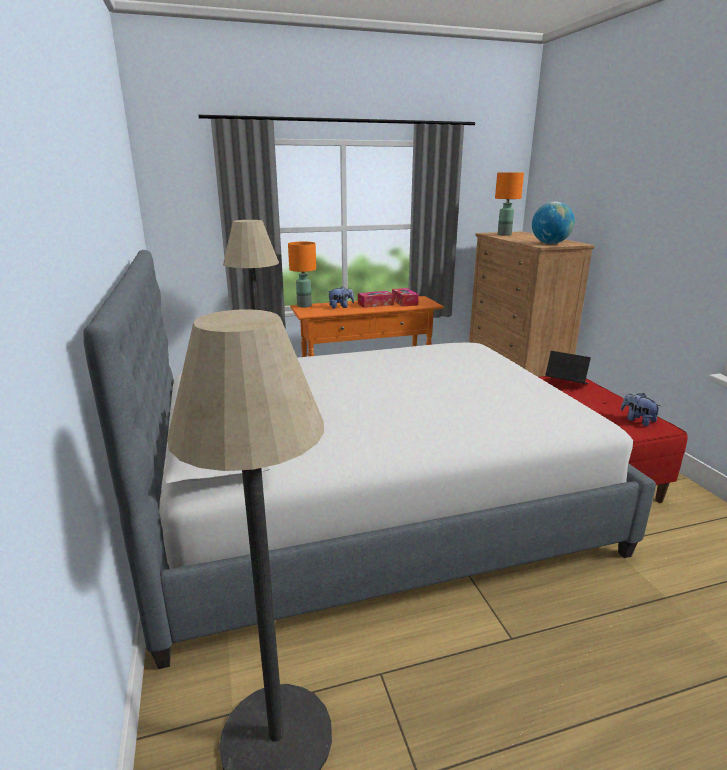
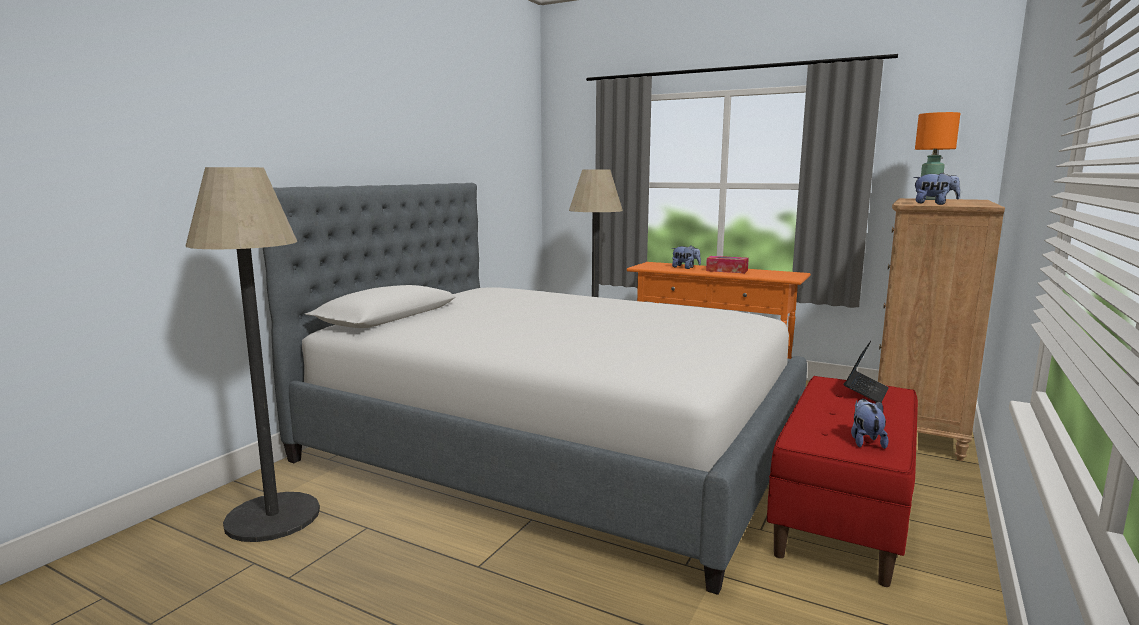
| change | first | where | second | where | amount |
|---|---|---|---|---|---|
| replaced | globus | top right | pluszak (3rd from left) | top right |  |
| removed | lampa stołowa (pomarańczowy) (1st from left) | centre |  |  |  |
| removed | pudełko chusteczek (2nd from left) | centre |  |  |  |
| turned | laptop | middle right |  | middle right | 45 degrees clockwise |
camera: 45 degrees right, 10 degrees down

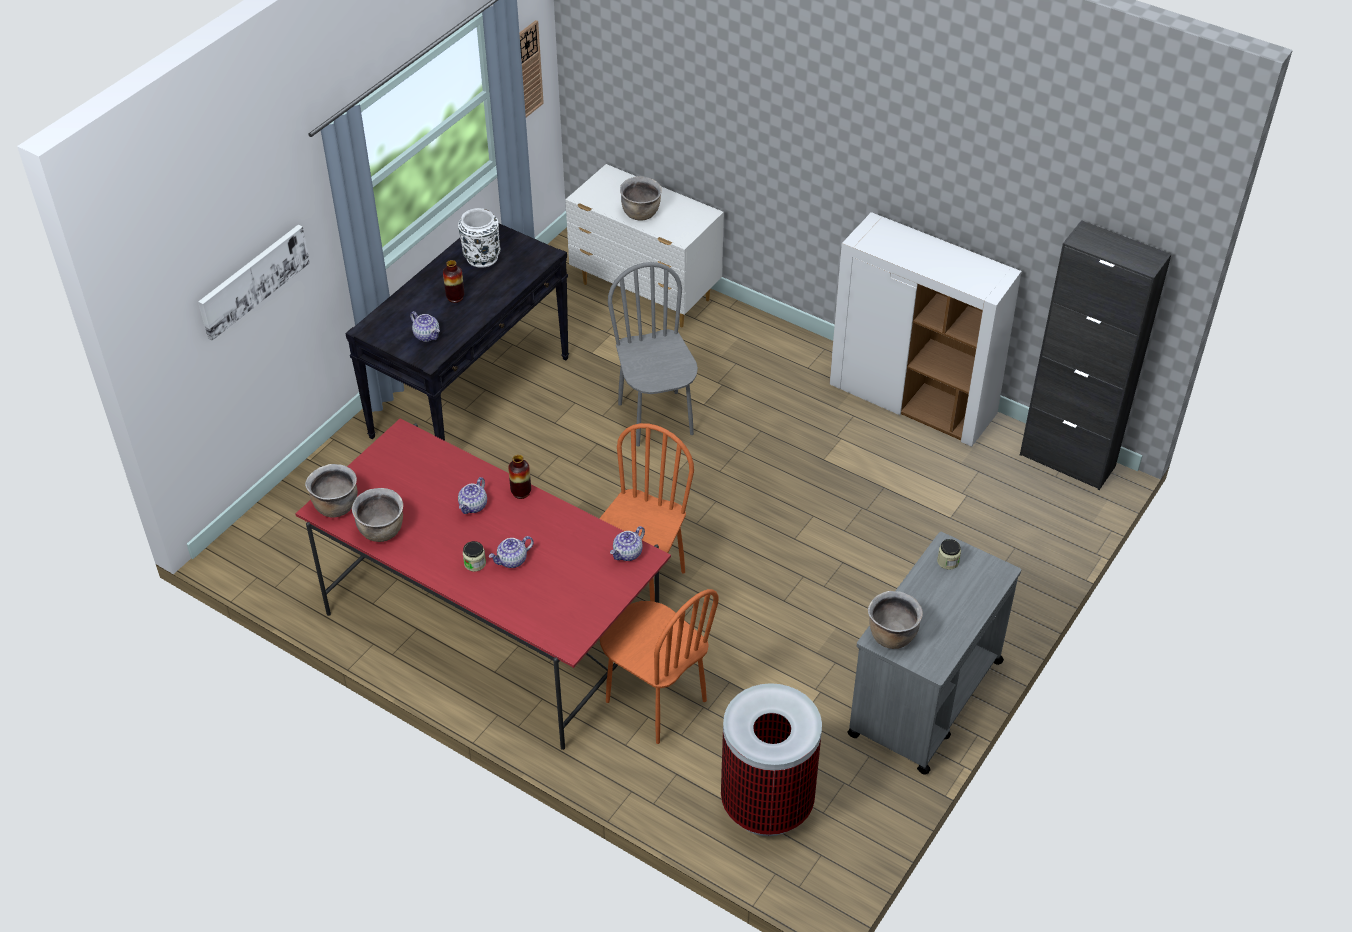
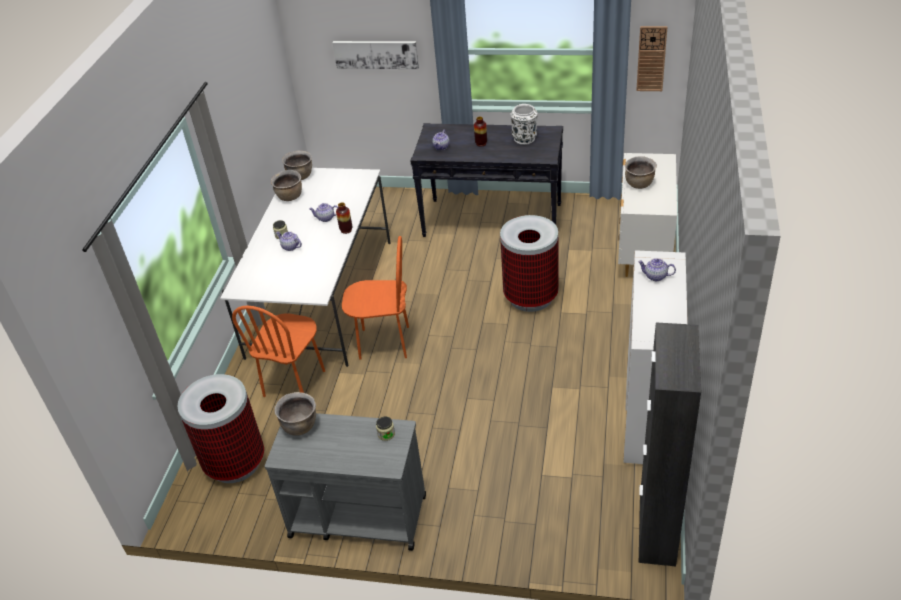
| change | first | where | second | where | amount |
|---|---|---|---|---|---|
| replaced | krzesło (szary) | centre | kosz na śmieci (2nd from left) | centre |  |
| recoloured | stół jadalny (czerwony) | centre | stół jadalny (biały) | centre |  |
| moved | imbryk (4th from left) | centre |  | middle right |  |
camera: 70 degrees right, 5 degrees down

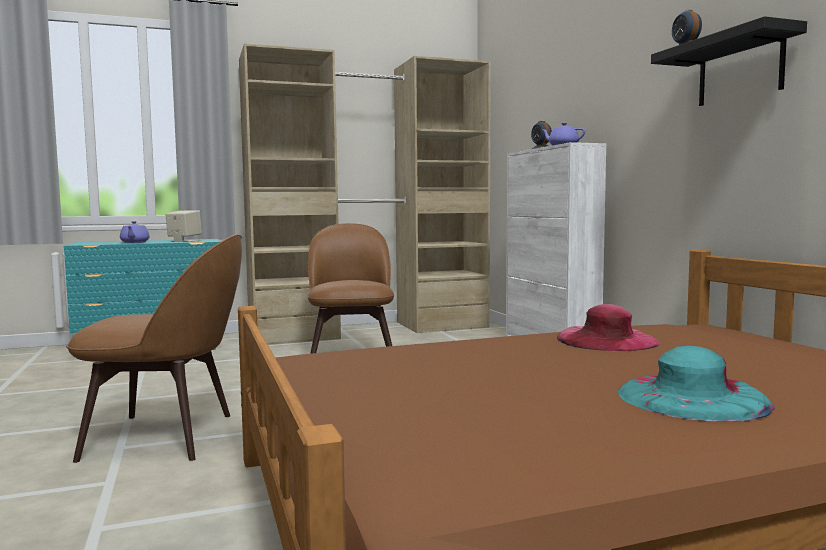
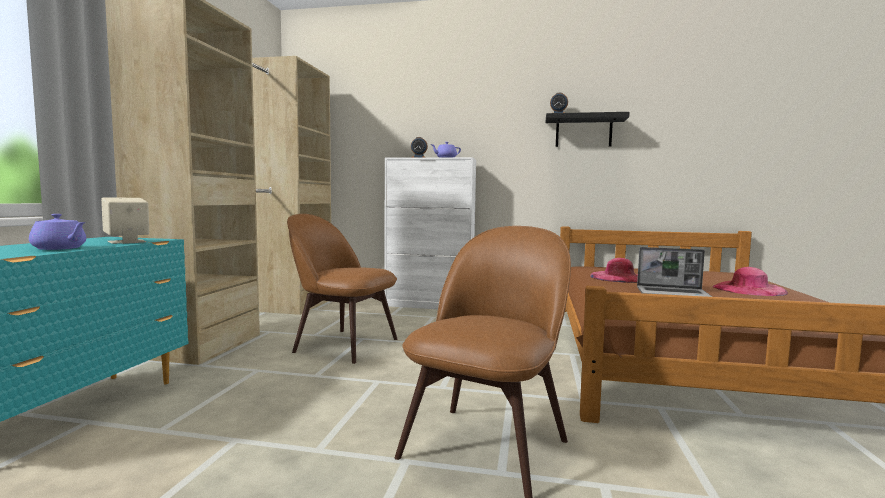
| change | first | where | second | where | amount |
|---|---|---|---|---|---|
| recoloured | kapelusz (turkusowy) | bottom right | kapelusz (różowy) (2nd from left) | middle right |  |
| added |  |  | laptop | middle right |  |
camera: 60 degrees left, 0 degrees up

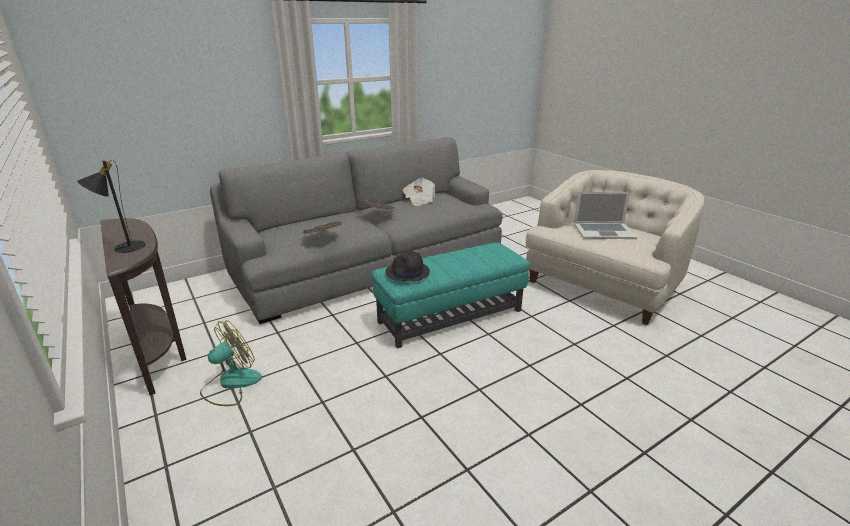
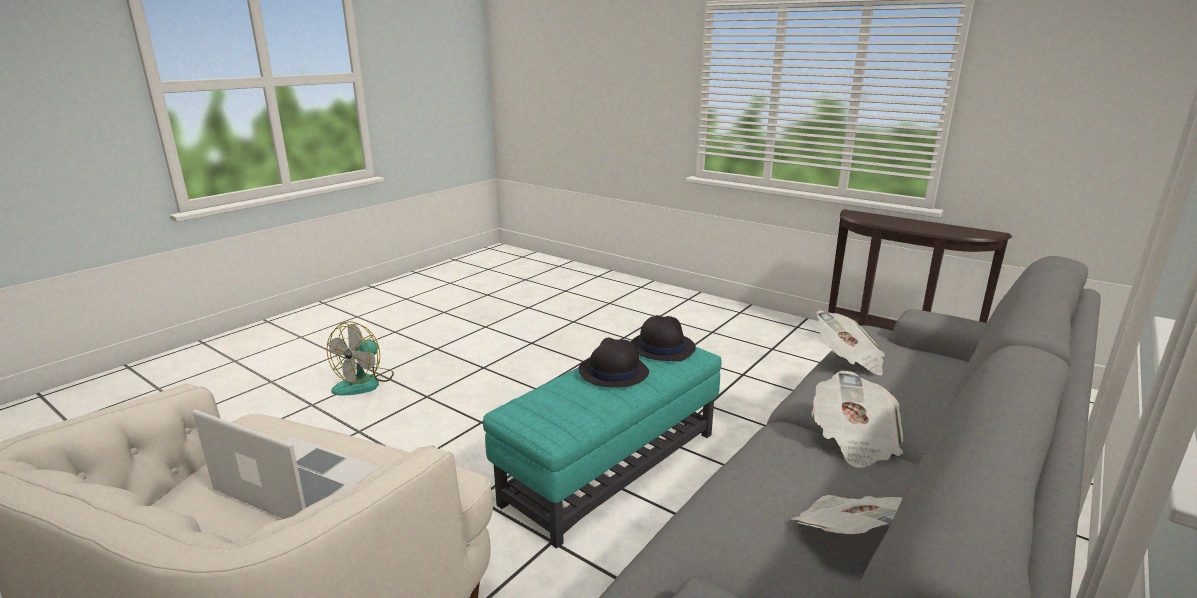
| change | first | where | second | where | amount |
|---|---|---|---|---|---|
| removed | lampa stołowa (czarny) | middle left |  |  |  |
| turned | laptop | middle right |  | bottom left | 45 degrees clockwise |
| moved | wentylator | bottom left |  | middle left |  |
| added |  |  | kapelusz (czarny) (1st from left) | centre |  |
camera: 160 degrees right, 5 degrees down

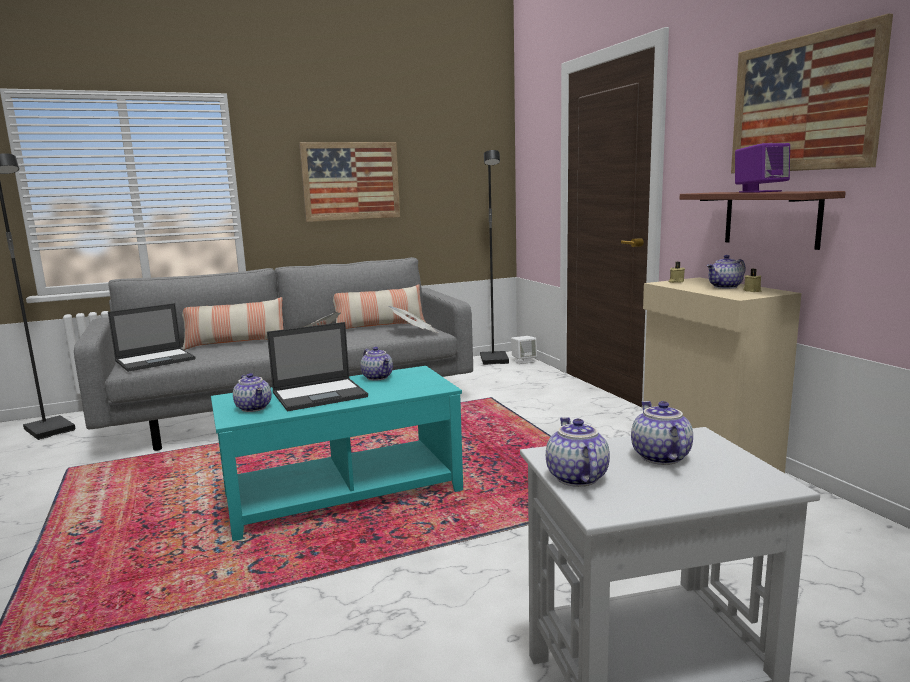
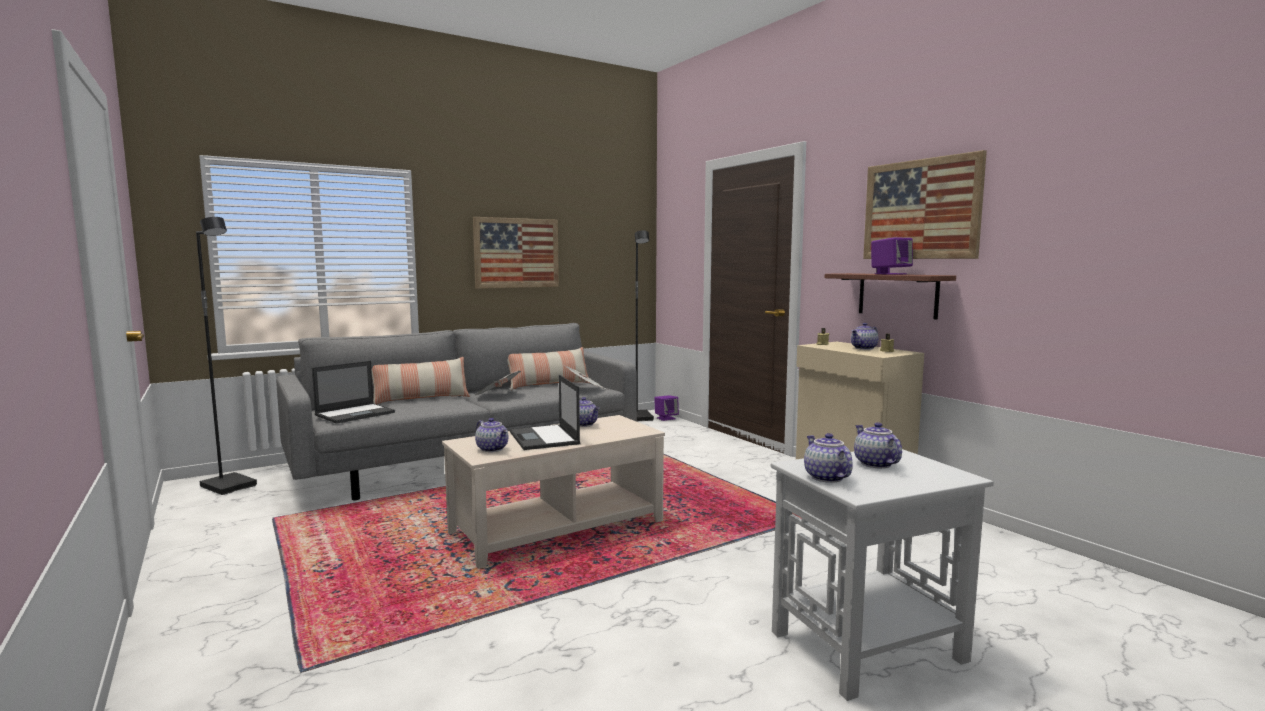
| change | first | where | second | where | amount |
|---|---|---|---|---|---|
| turned | laptop (2nd from left) | centre |  | centre | 105 degrees clockwise |
| recoloured | głośnik (biały) | centre | głośnik (fioletowy) (1st from left) | centre |  |
| recoloured | ława (turkusowy) | centre | ława (beżowy) | bottom centre |  |
camera: 10 degrees left, 5 degrees down

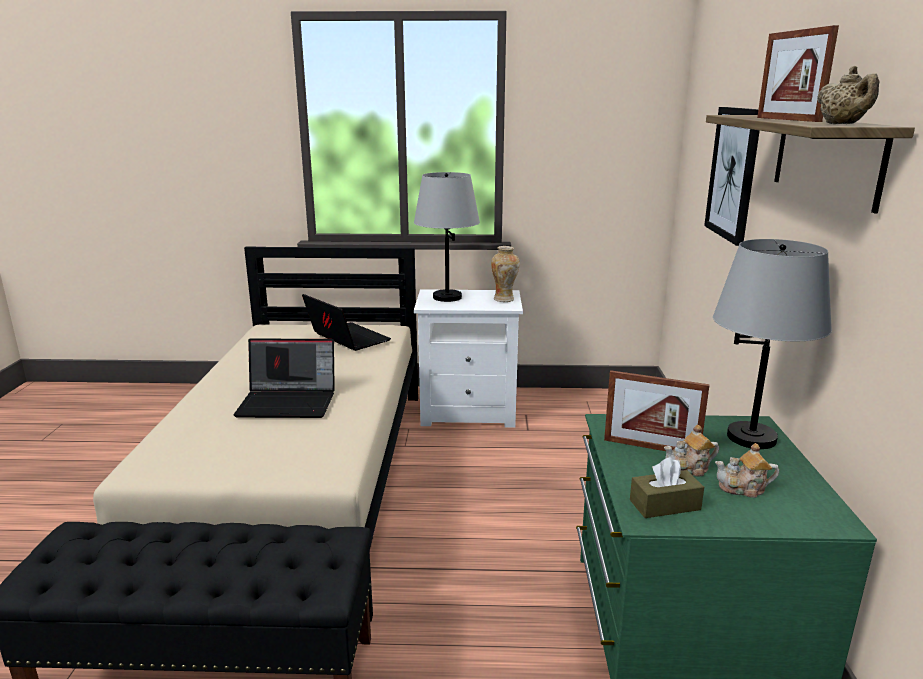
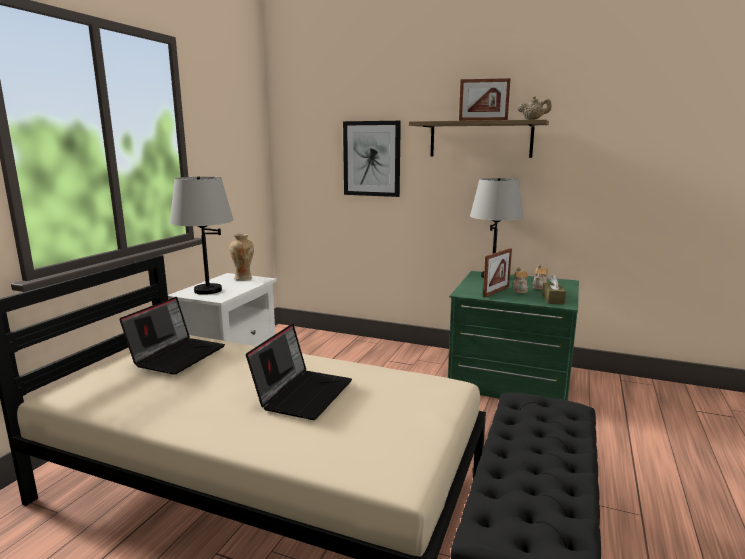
| change | first | where | second | where | amount |
|---|---|---|---|---|---|
| turned | laptop (2nd from left in the first image) | centre | laptop (1st from left) | middle left | 135 degrees clockwise |
camera: 70 degrees left, 5 degrees down

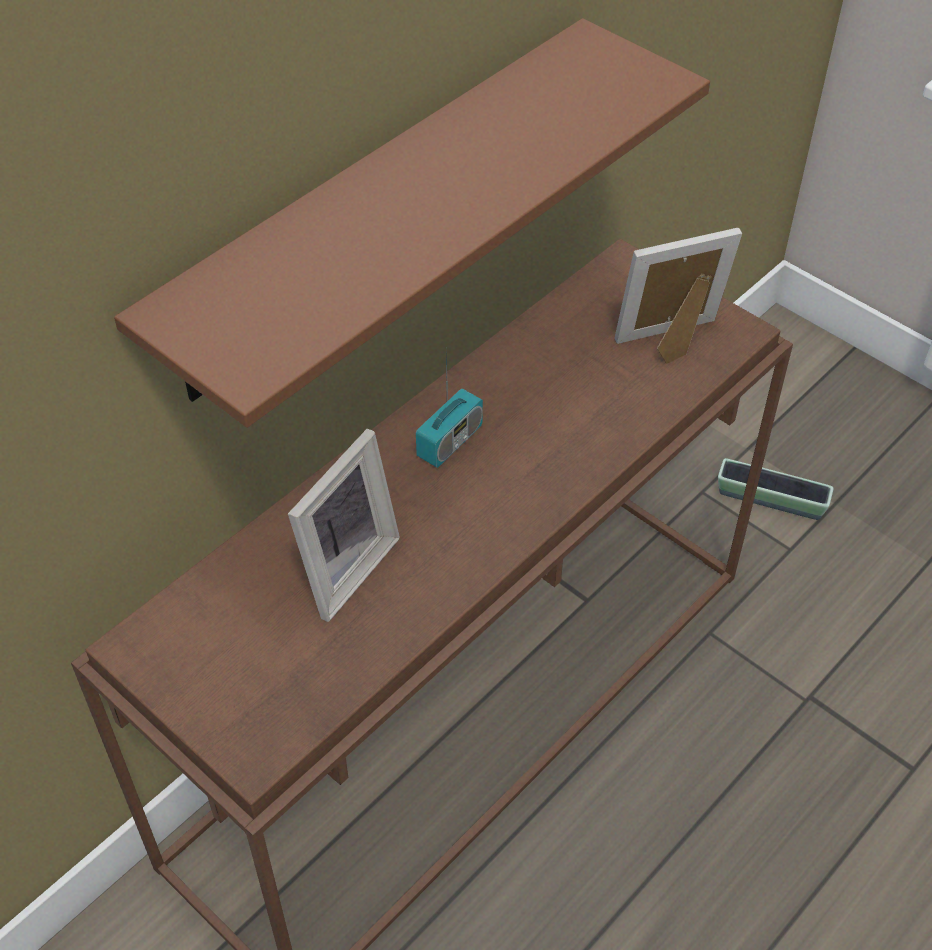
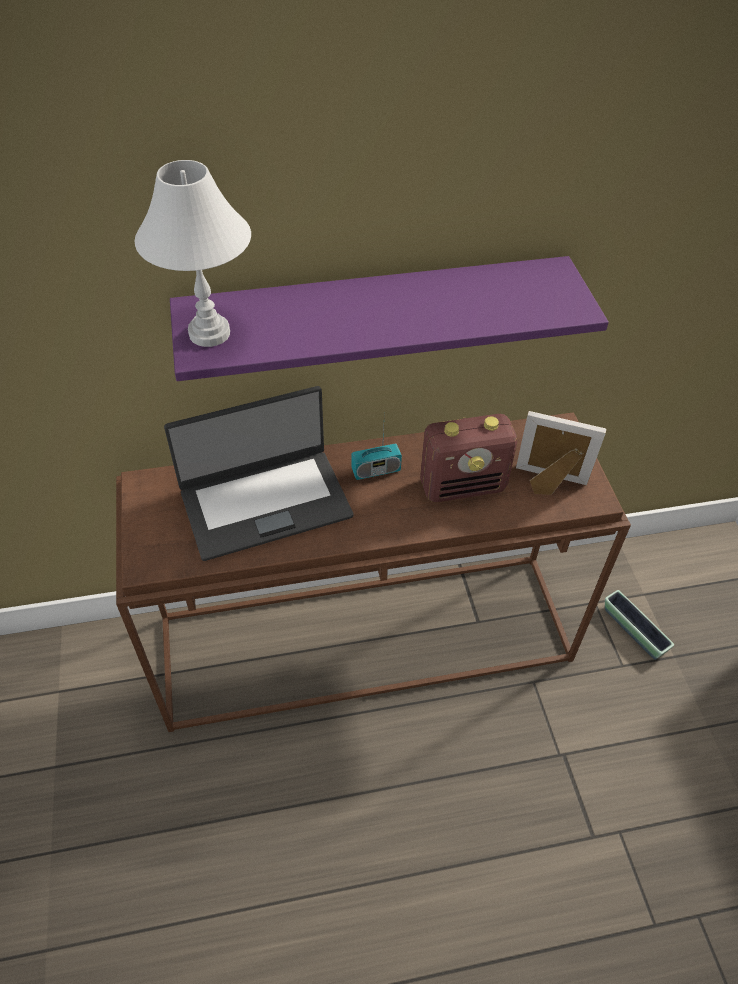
| change | first | where | second | where | amount |
|---|---|---|---|---|---|
| recoloured | półka (brązowy) | top centre | półka (fioletowy) | top centre |  |
| replaced | ramka na zdjęcie (1st from left) | centre | laptop | centre |  |
| added |  |  | lampa stołowa (biały) | top left |  |
| added |  |  | radio (2nd from left) | centre |  |
camera: 35 degrees right, 0 degrees up

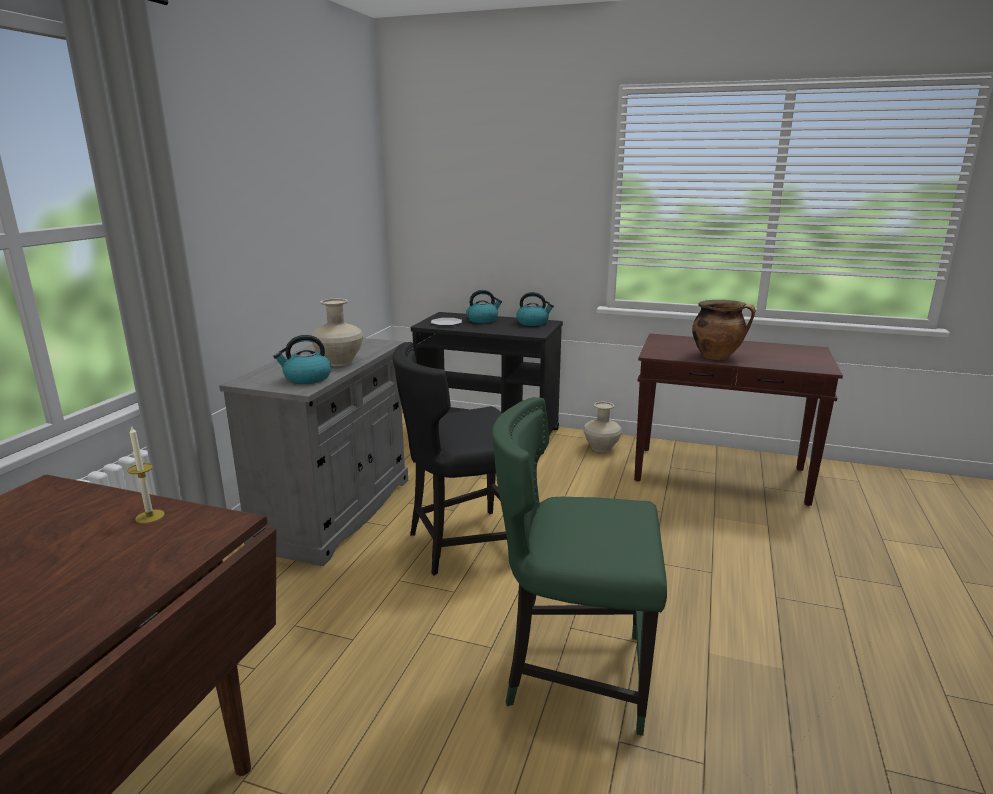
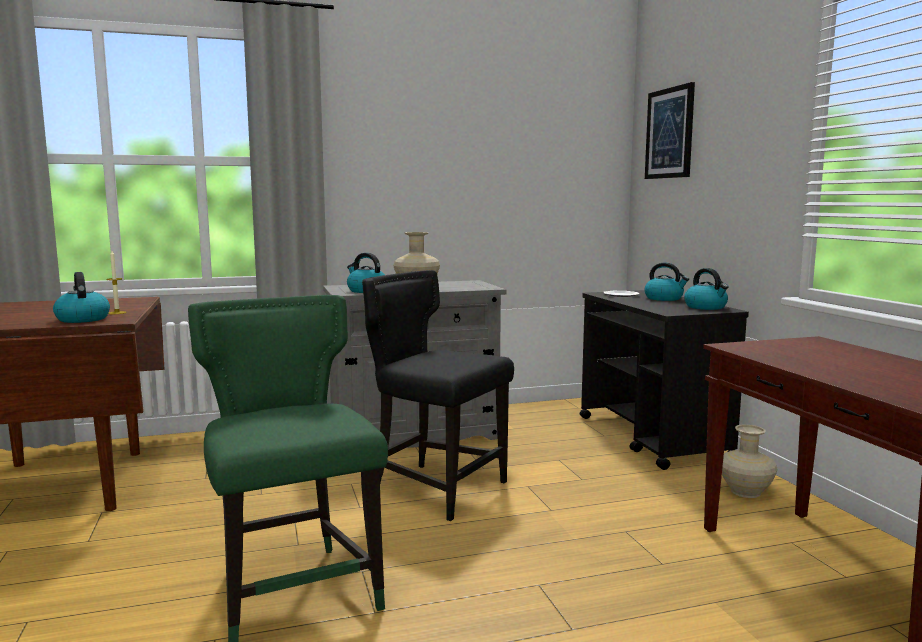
| change | first | where | second | where | amount |
|---|---|---|---|---|---|
| removed | garnek | middle right |  |  |  |
| added |  |  | obraz | top right |  |
| added |  |  | czajnik (1st from left) | middle left |  |
camera: 55 degrees right, 10 degrees down

